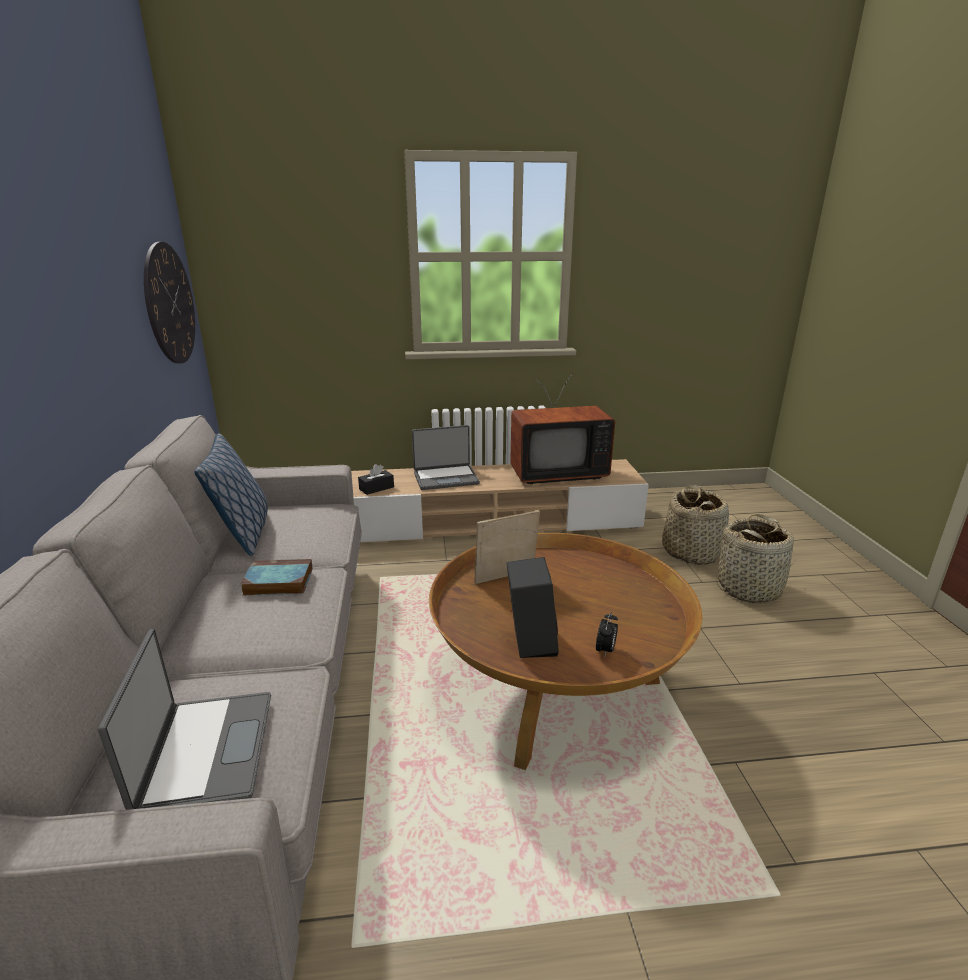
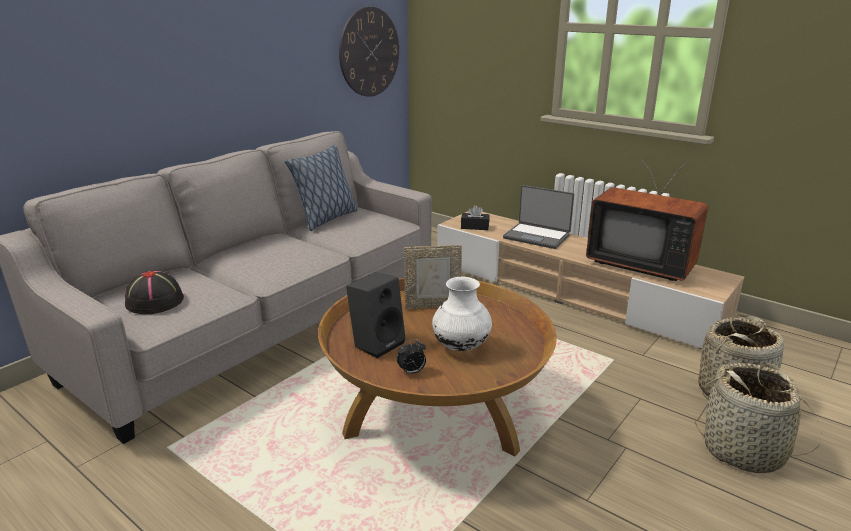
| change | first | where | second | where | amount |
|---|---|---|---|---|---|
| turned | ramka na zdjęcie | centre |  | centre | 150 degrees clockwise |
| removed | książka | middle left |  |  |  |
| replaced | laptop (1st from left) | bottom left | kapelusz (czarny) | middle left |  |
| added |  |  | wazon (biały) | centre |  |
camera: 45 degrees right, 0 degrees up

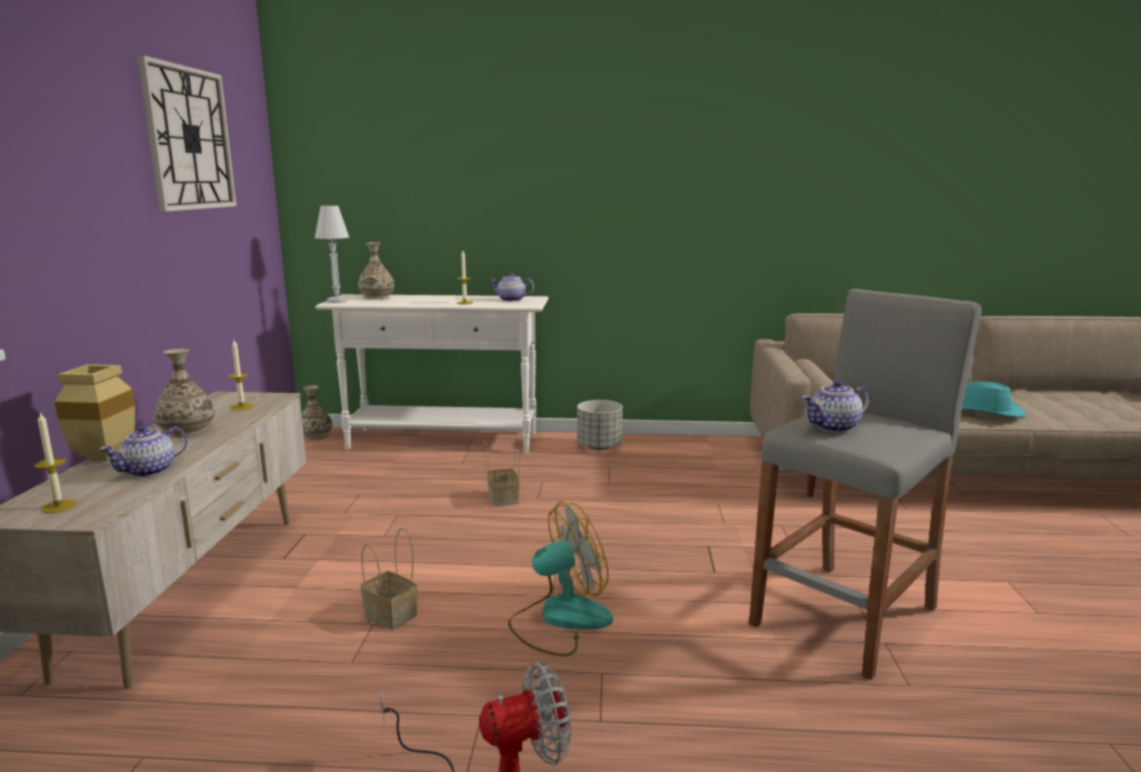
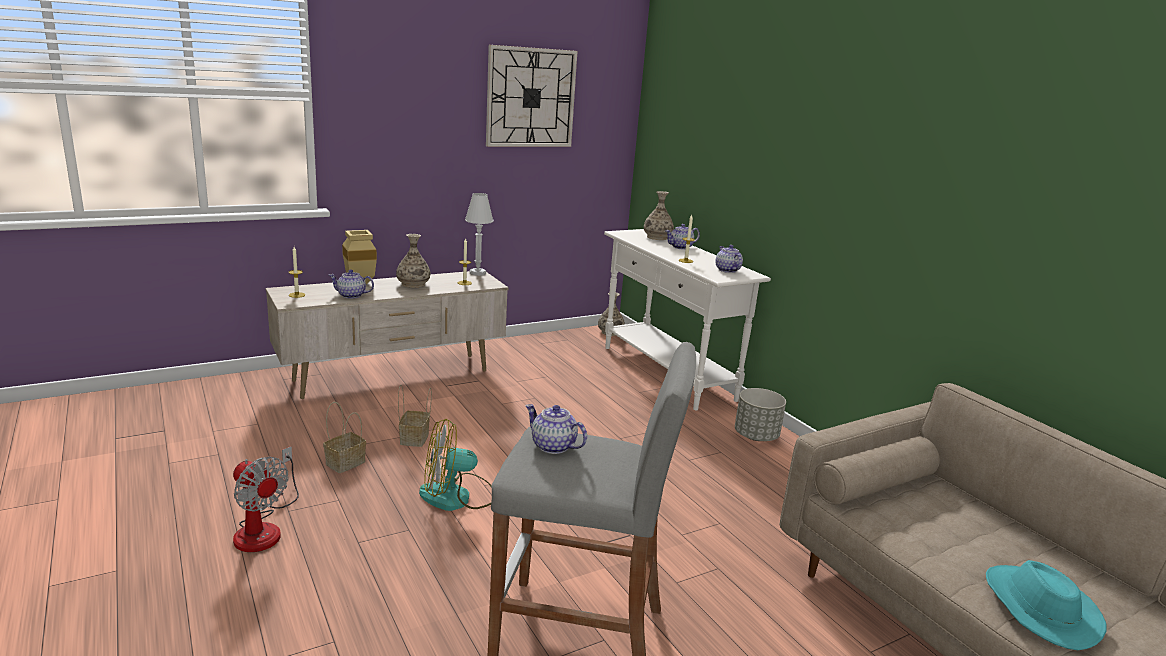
| change | first | where | second | where | amount |
|---|---|---|---|---|---|
| moved | lampa stołowa (biały) | top left |  | centre |  |
| moved | koszyk (2nd from left in the first image) | centre | koszyk (1st from left) | middle left |  |
| turned | wentylator (2nd from left) | bottom centre |  | bottom centre | 135 degrees clockwise |
| added |  |  | imbryk (3rd from left) | centre |  |
camera: 55 degrees right, 5 degrees up

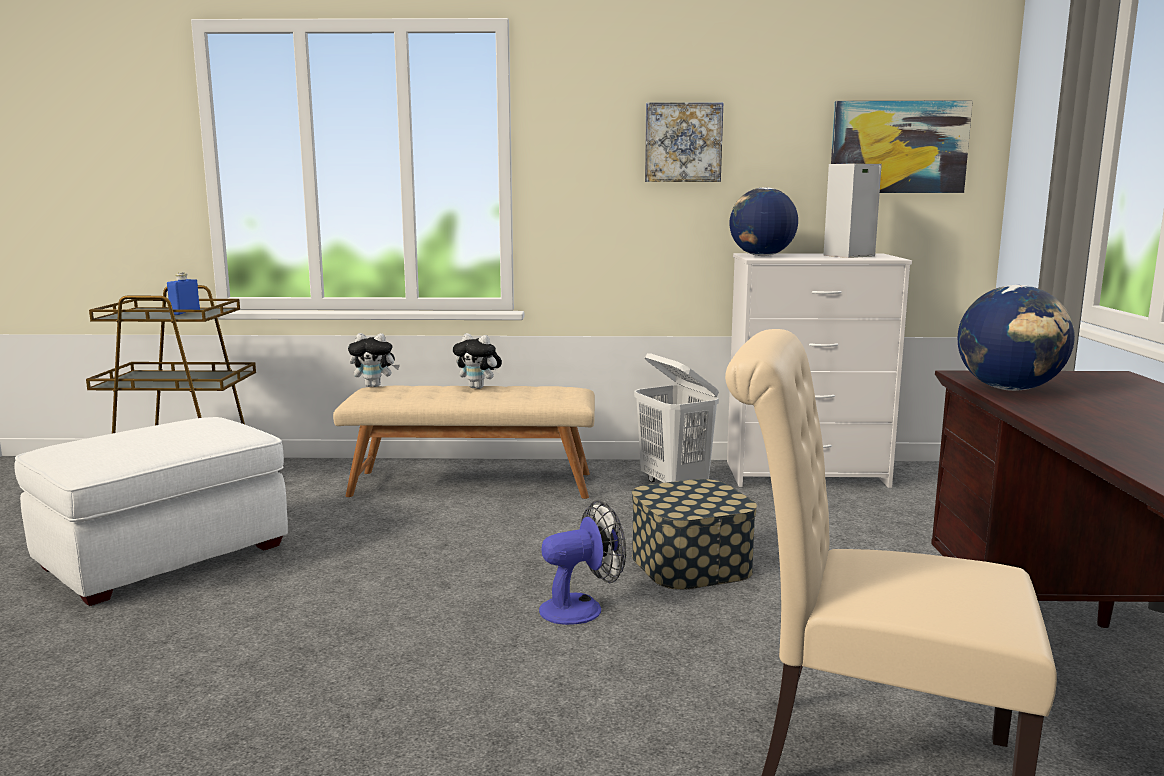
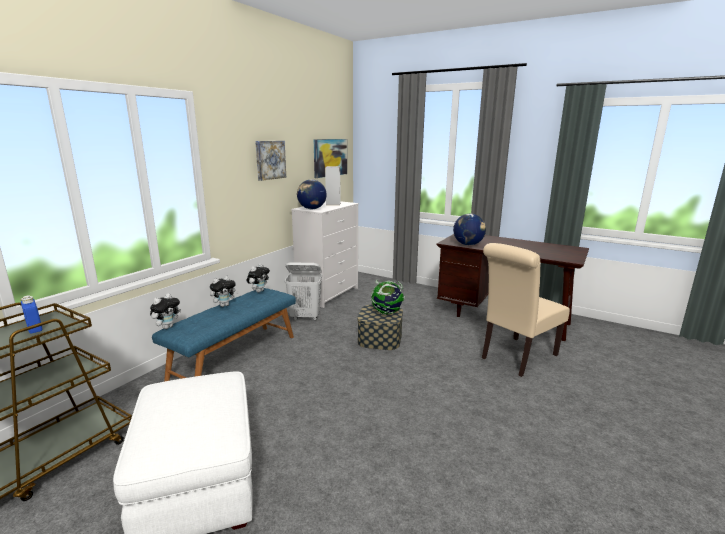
| change | first | where | second | where | amount |
|---|---|---|---|---|---|
| recoloured | ławka (beżowy) | centre | ławka (niebieski) | middle left |  |
| removed | wentylator | bottom centre |  |  |  |
| added |  |  | pluszak (3rd from left) | centre |  |
| added |  |  | globus (2nd from left) | centre |  |
camera: 60 degrees left, 5 degrees up

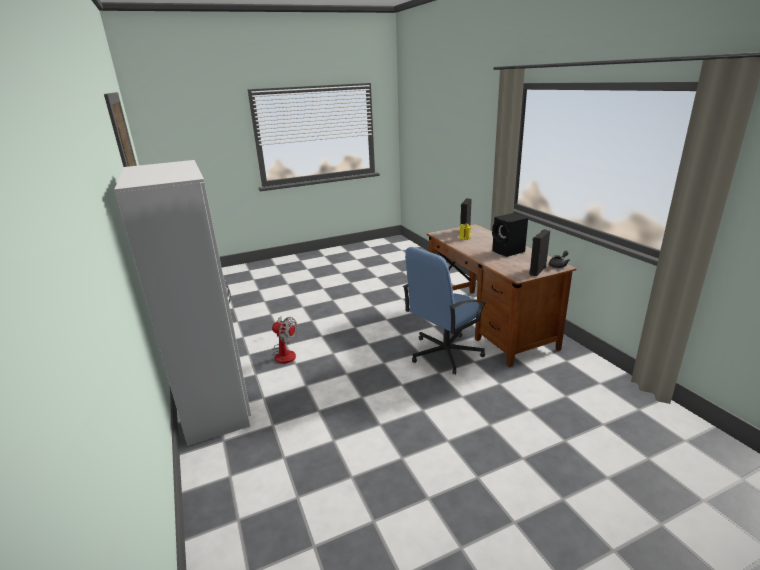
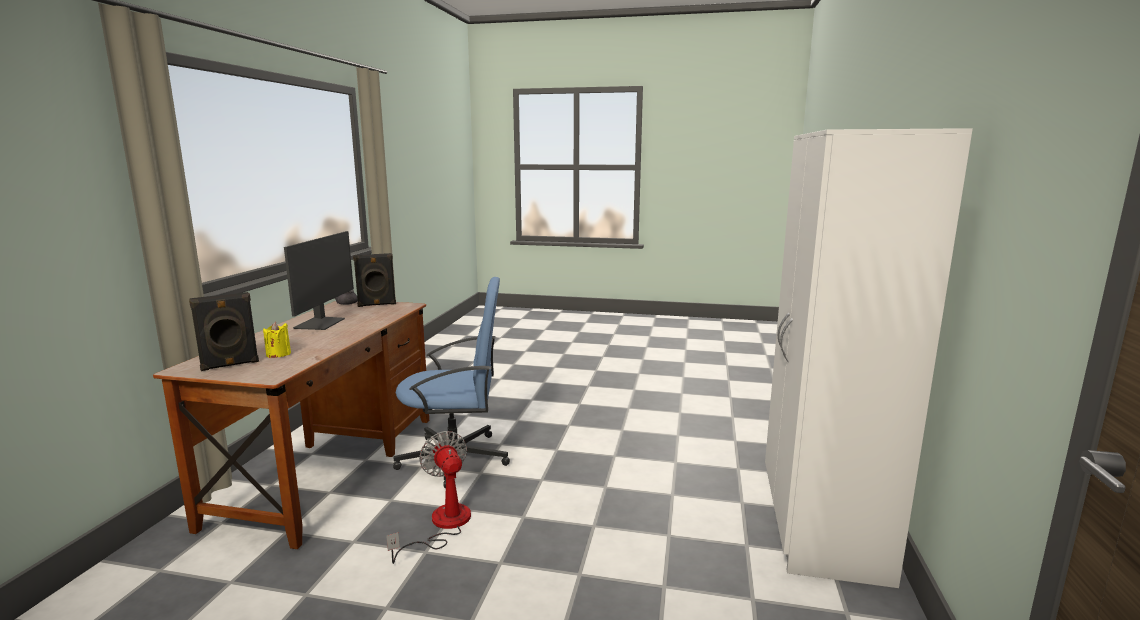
| change | first | where | second | where | amount |
|---|---|---|---|---|---|
| replaced | głośnik (czarny) (2nd from left) | middle right | monitor | middle left |  |
| moved | wentylator | centre |  | bottom centre |  |
camera: 145 degrees left, 10 degrees down

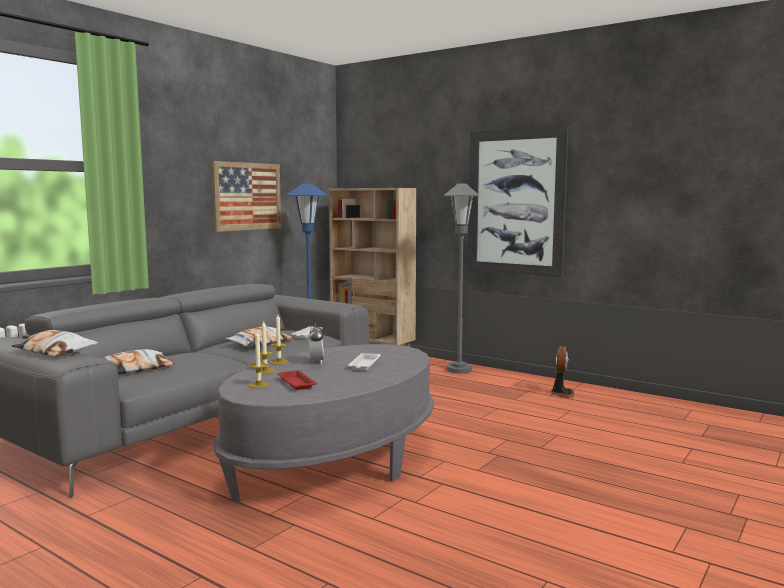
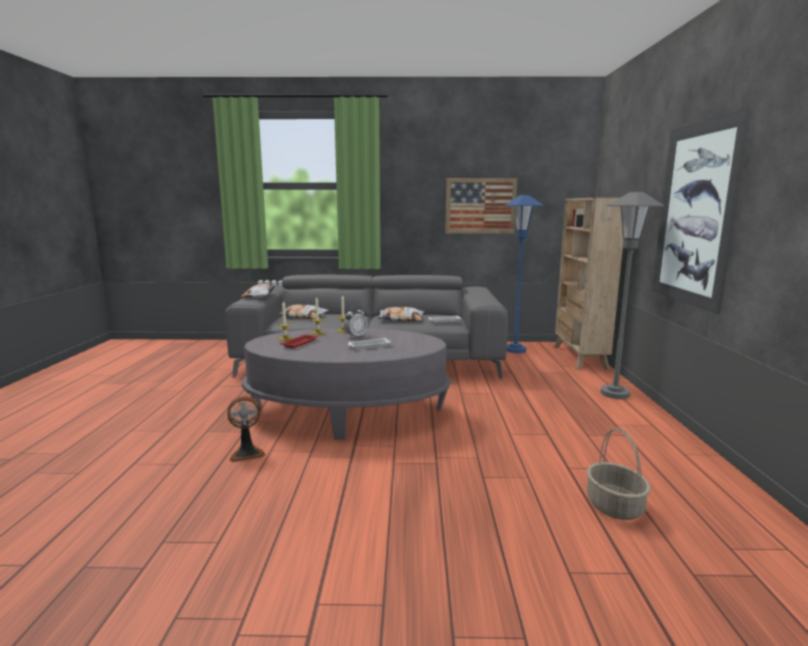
| change | first | where | second | where | amount |
|---|---|---|---|---|---|
| moved | wentylator | middle right |  | middle left |  |
| added |  |  | koszyk | bottom right |  |
camera: 55 degrees right, 5 degrees up

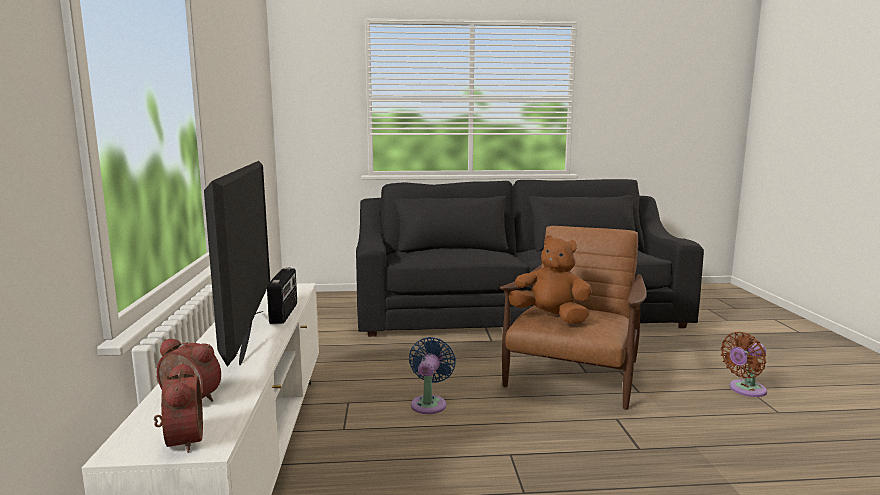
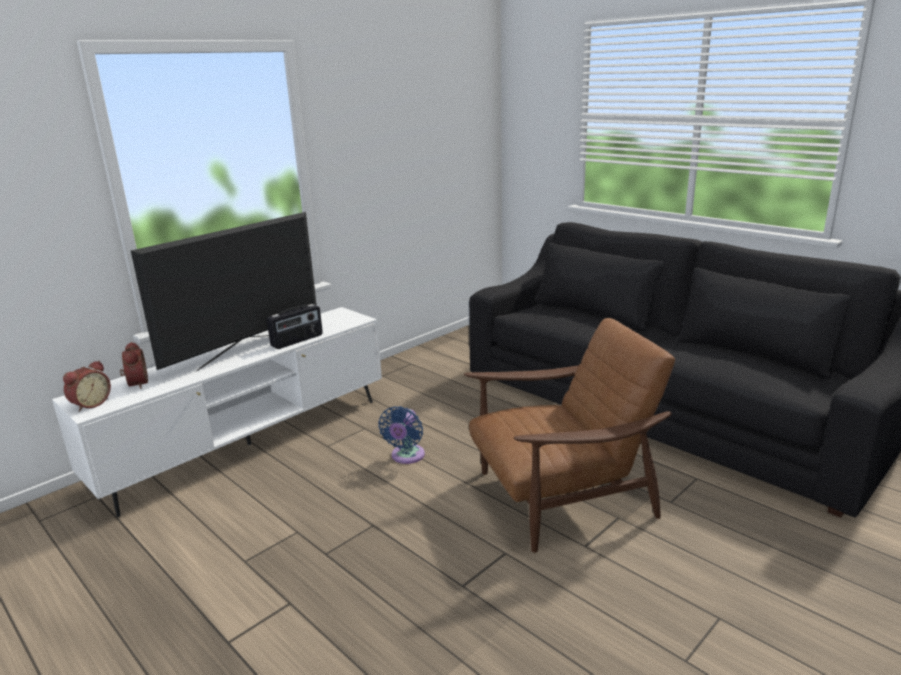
| change | first | where | second | where | amount |
|---|---|---|---|---|---|
| removed | pluszak (brązowy) | centre |  |  |  |
| removed | wentylator (brązowy) | bottom right |  |  |  |
| turned | wentylator (niebieski) | bottom centre |  | centre | 135 degrees clockwise |
camera: 50 degrees right, 10 degrees up

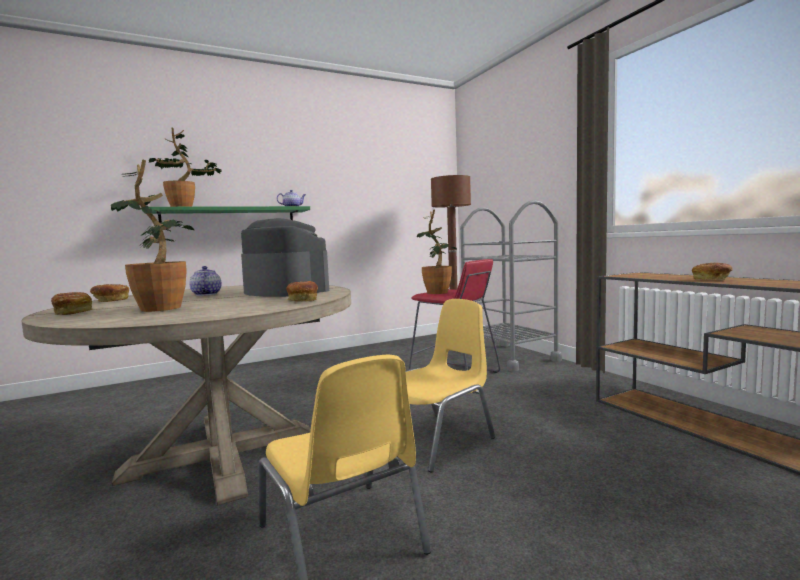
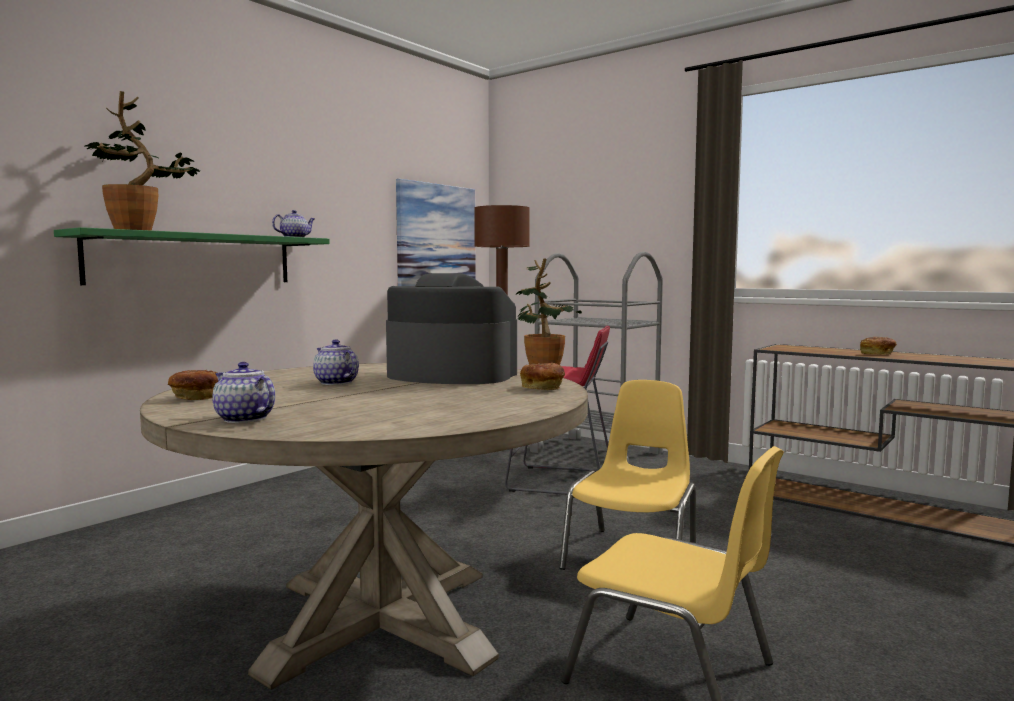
| change | first | where | second | where | amount |
|---|---|---|---|---|---|
| removed | roślina doniczkowa (1st from left) | middle left |  |  |  |
| replaced | chleb (1st from left) | middle left | imbryk (1st from left) | middle left |  |
| added |  |  | obraz | top centre |  |
camera: 25 degrees left, 0 degrees up

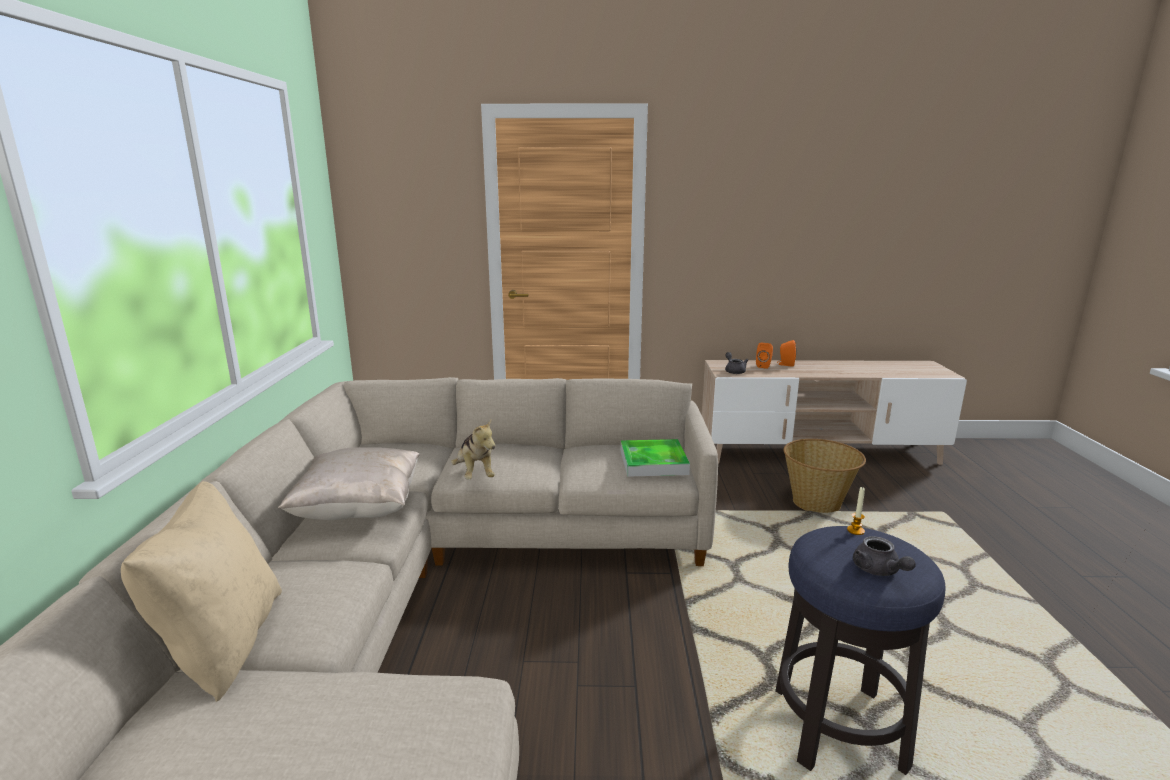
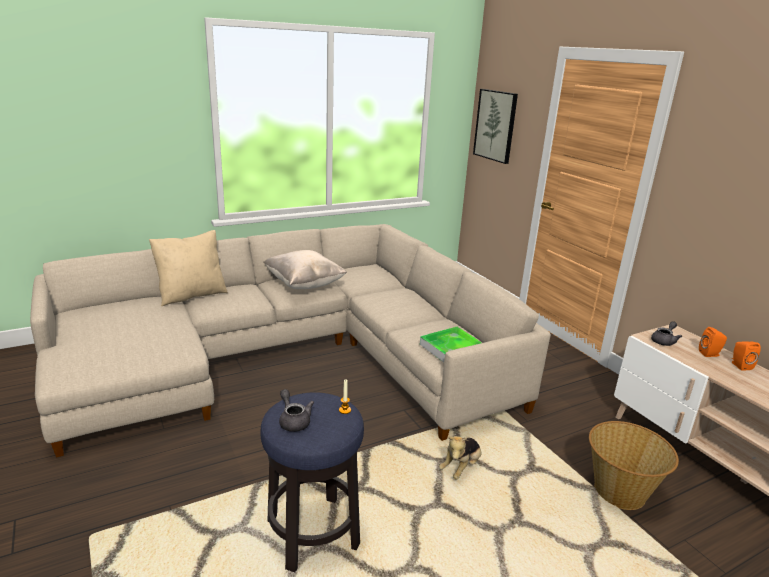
| change | first | where | second | where | amount |
|---|---|---|---|---|---|
| moved | pluszak | centre |  | bottom centre |  |
| turned | imbryk (szary) (2nd from left in the first image) | bottom right | imbryk (szary) (1st from left) | bottom centre | 105 degrees clockwise |
| added |  |  | obraz | top centre |  |
camera: 60 degrees right, 5 degrees up

